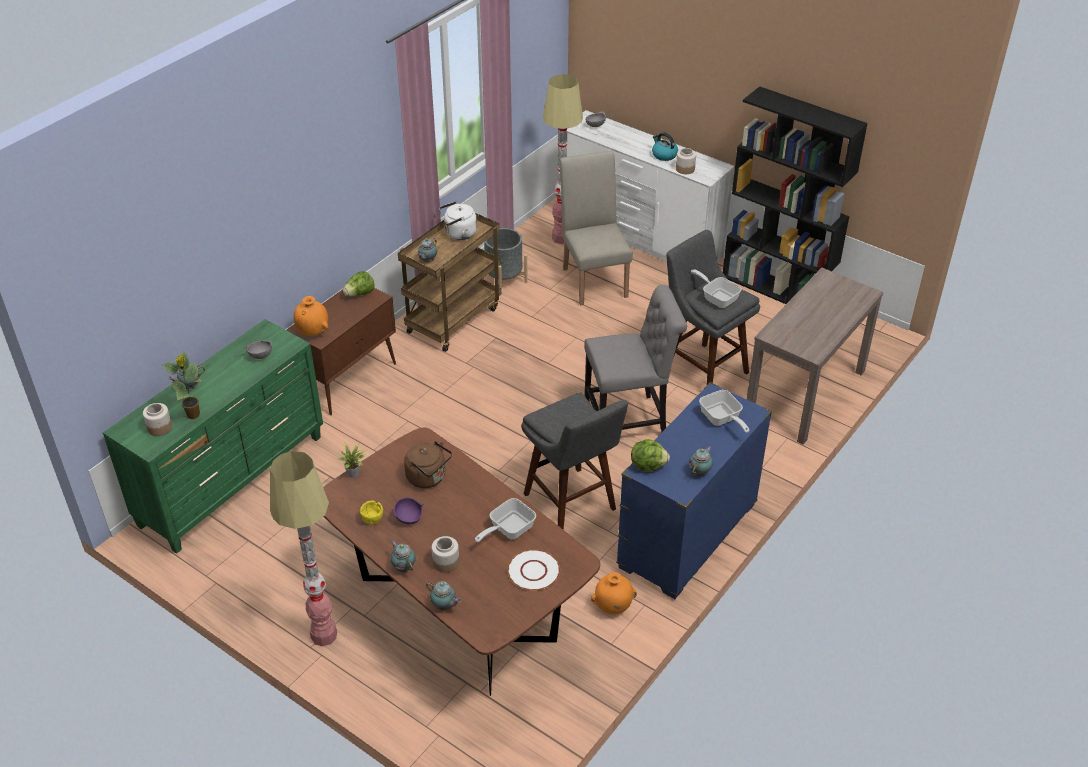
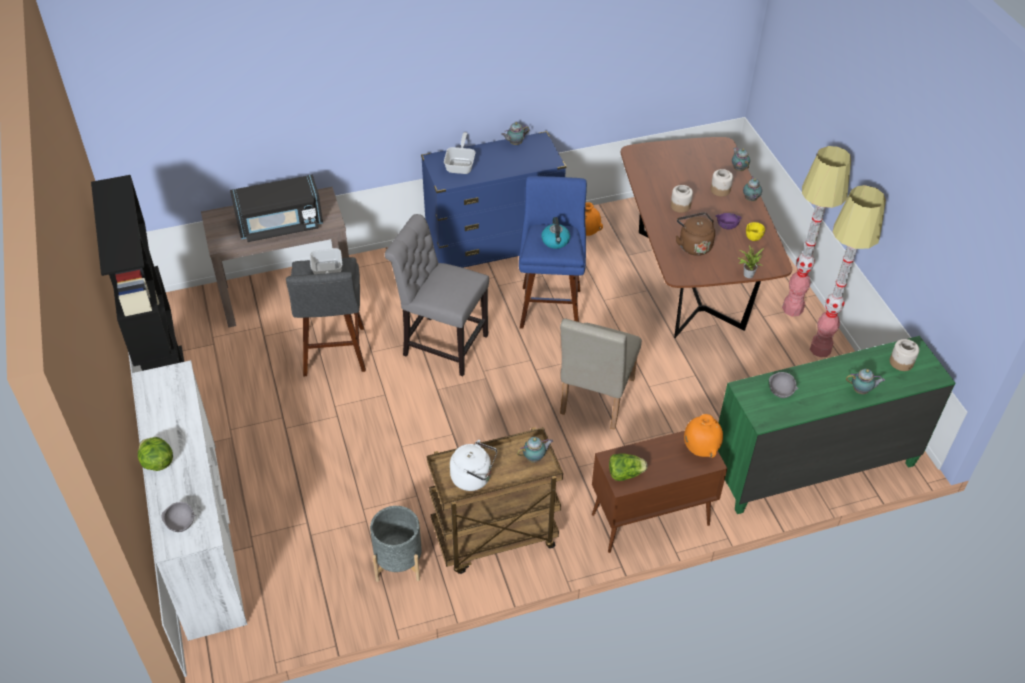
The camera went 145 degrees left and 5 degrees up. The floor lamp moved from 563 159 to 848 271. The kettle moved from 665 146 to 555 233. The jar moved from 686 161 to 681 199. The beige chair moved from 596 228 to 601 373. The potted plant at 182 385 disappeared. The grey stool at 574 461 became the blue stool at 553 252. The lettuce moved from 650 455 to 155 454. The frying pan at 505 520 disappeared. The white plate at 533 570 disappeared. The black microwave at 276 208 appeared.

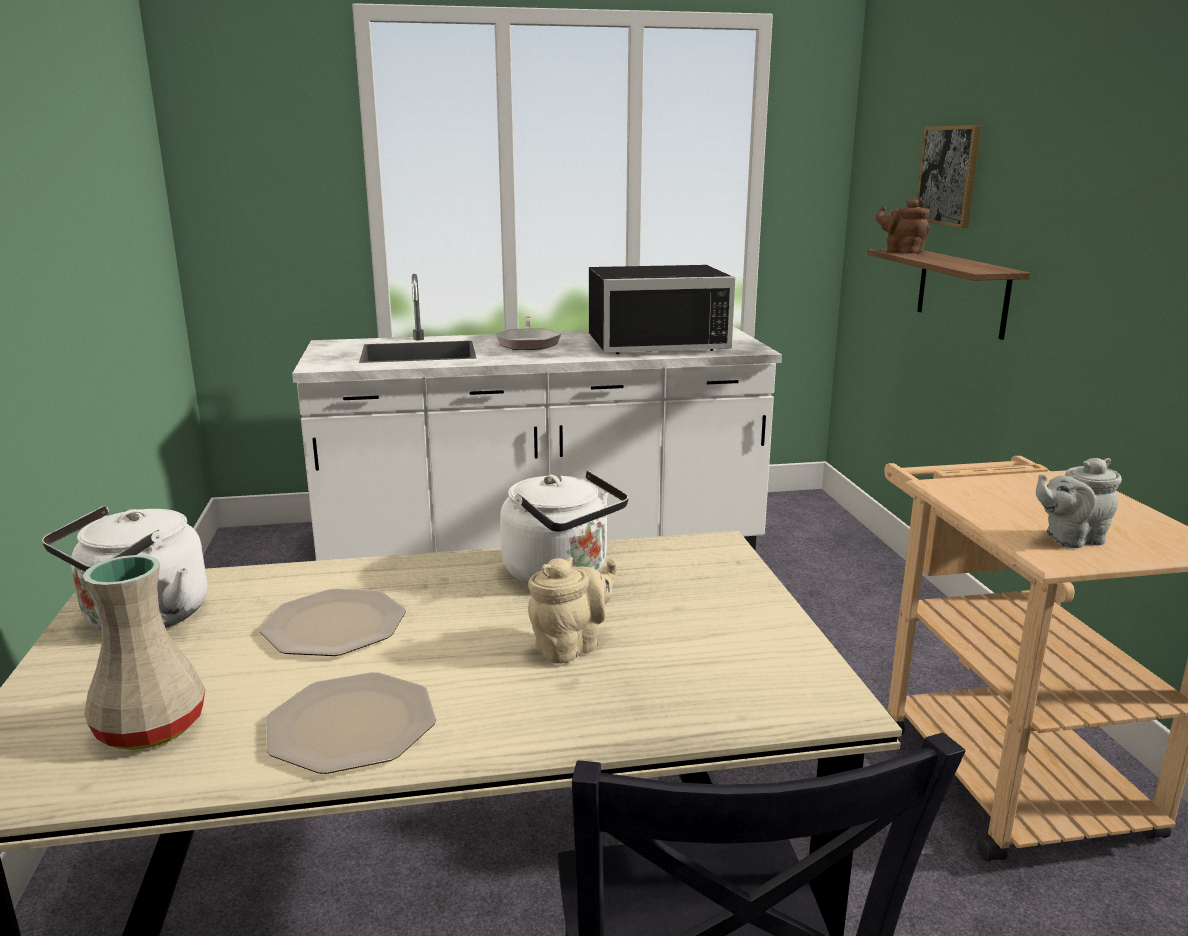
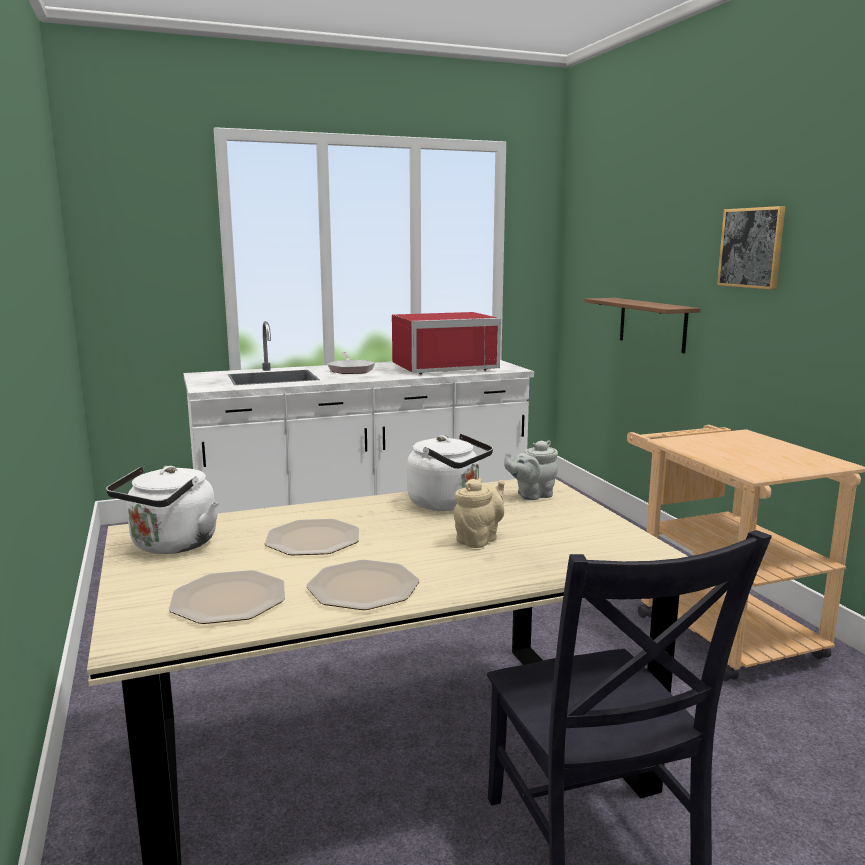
The camera went 10 degrees left and 5 degrees down. The picture moved from 948 176 to 751 248. The brown teapot at 903 226 disappeared. The black microwave at 662 309 became the red microwave at 446 343. The grey teapot moved from 1079 503 to 531 470. The beige vase at 144 652 was replaced by the plate at 227 597.

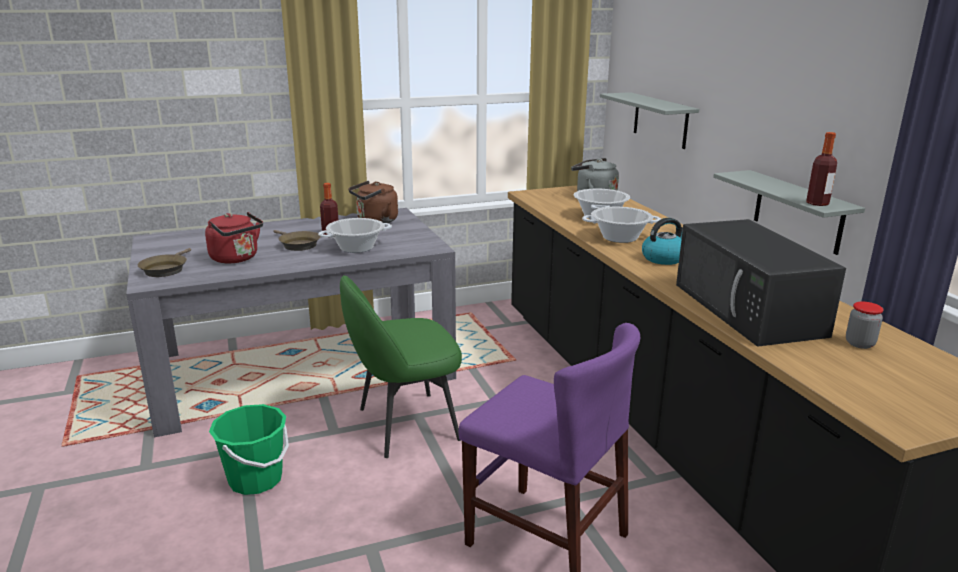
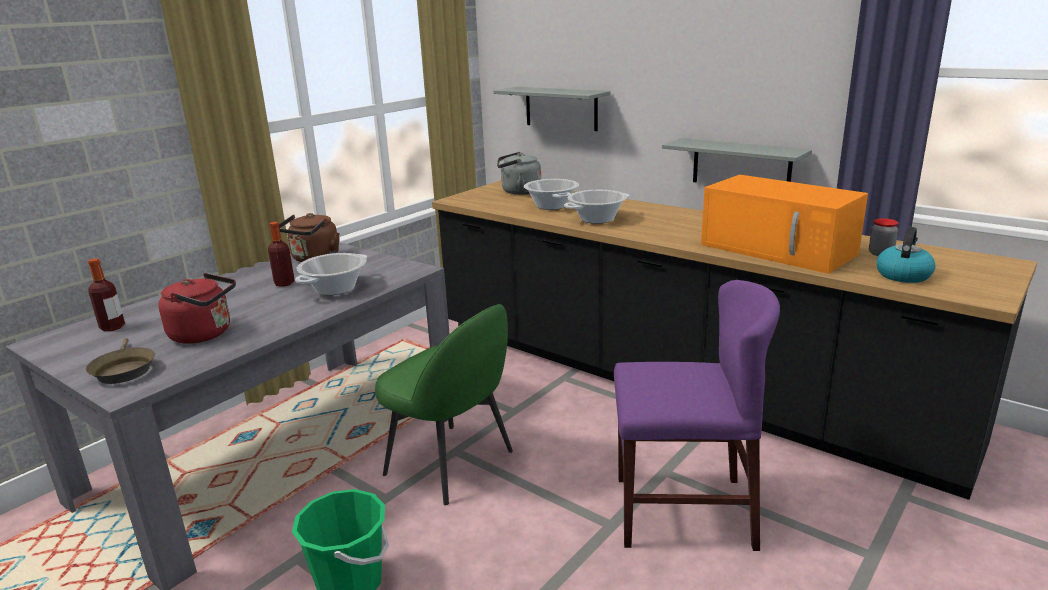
The camera went 30 degrees left and 0 degrees up. The bottle moved from 821 169 to 106 294. The kettle moved from 662 241 to 905 255. The black microwave at 761 283 became the orange microwave at 784 224. The brown frying pan at 297 240 disappeared. The green chair at 401 366 turned 90 degrees counterclockwise.

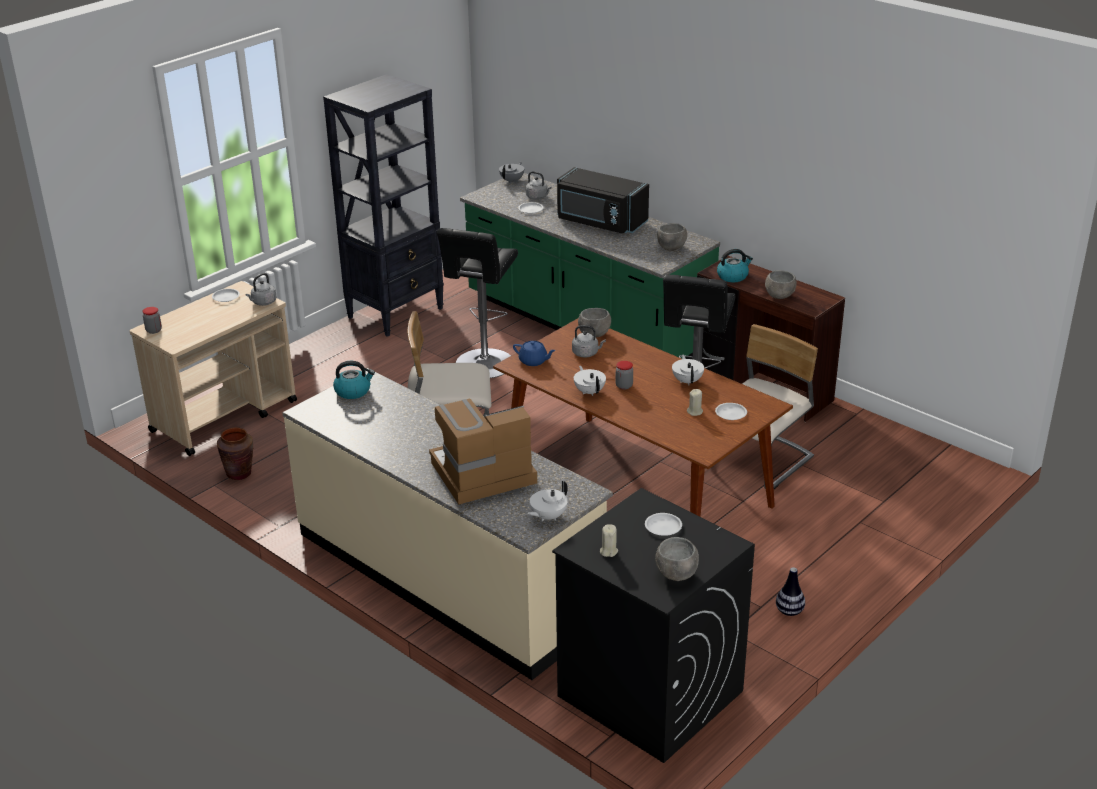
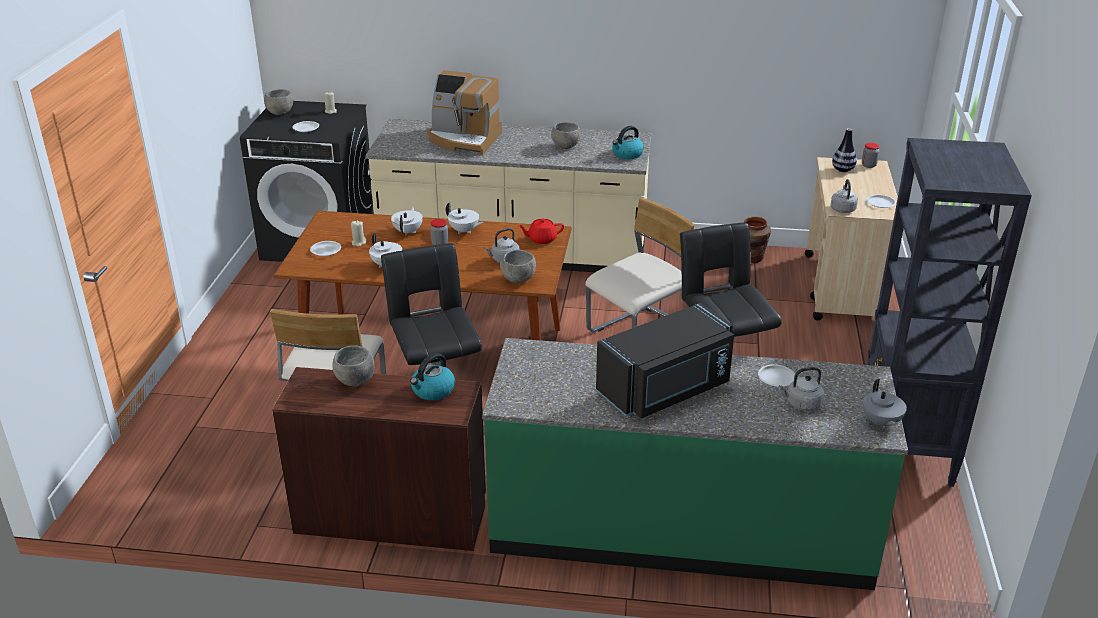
The camera went 145 degrees right and 0 degrees up. The black microwave at 603 200 turned 150 degrees clockwise. The grey bowl moved from 672 237 to 566 135. The blue teapot at 534 353 became the red teapot at 541 231. The coffee machine at 483 452 turned 75 degrees clockwise. The white teapot moved from 547 501 to 407 221. The vase moved from 790 591 to 844 150.

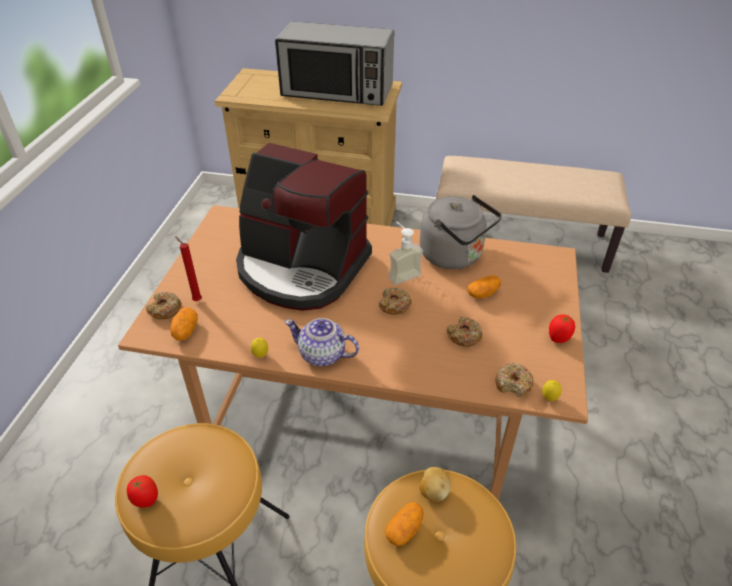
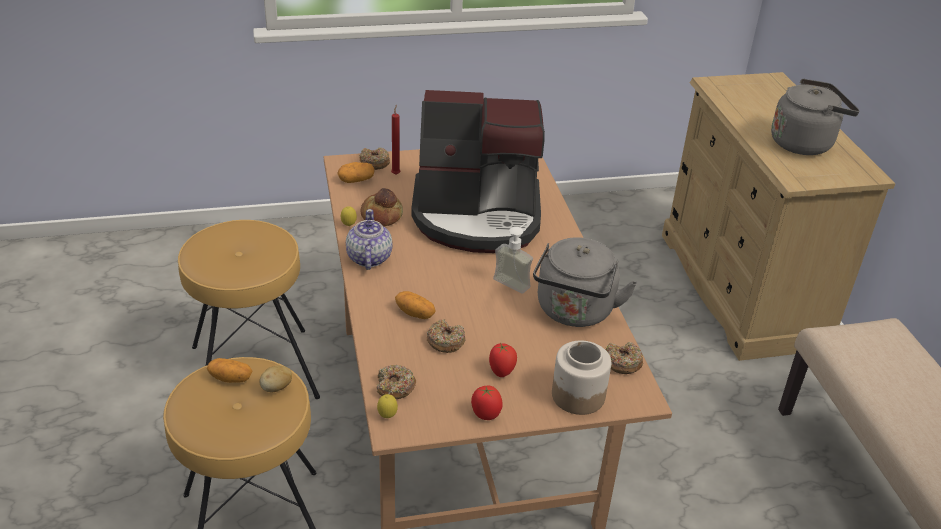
The camera went 65 degrees right and 5 degrees down. The microwave at 334 64 was replaced by the grey kettle at 815 117. The coffee machine at 304 227 turned 90 degrees counterclockwise. The potato moved from 484 287 to 415 305. The donut moved from 395 301 to 624 358. The tomato moved from 142 491 to 503 360. The bread at 382 207 appeared. The jar at 581 377 appeared.

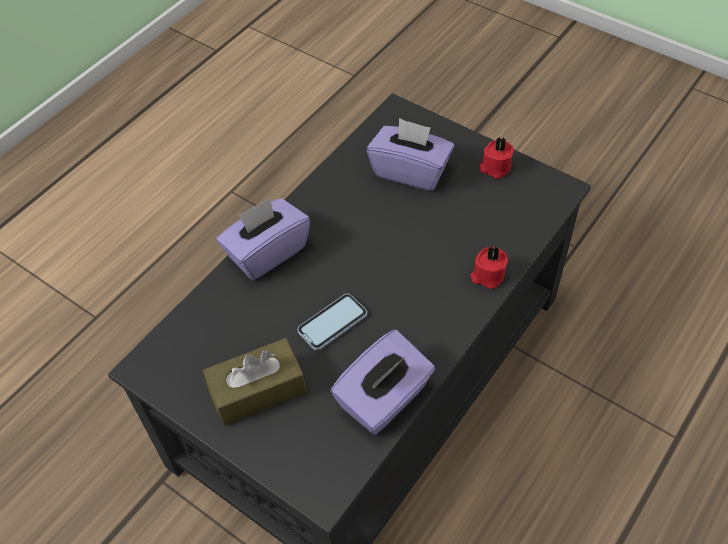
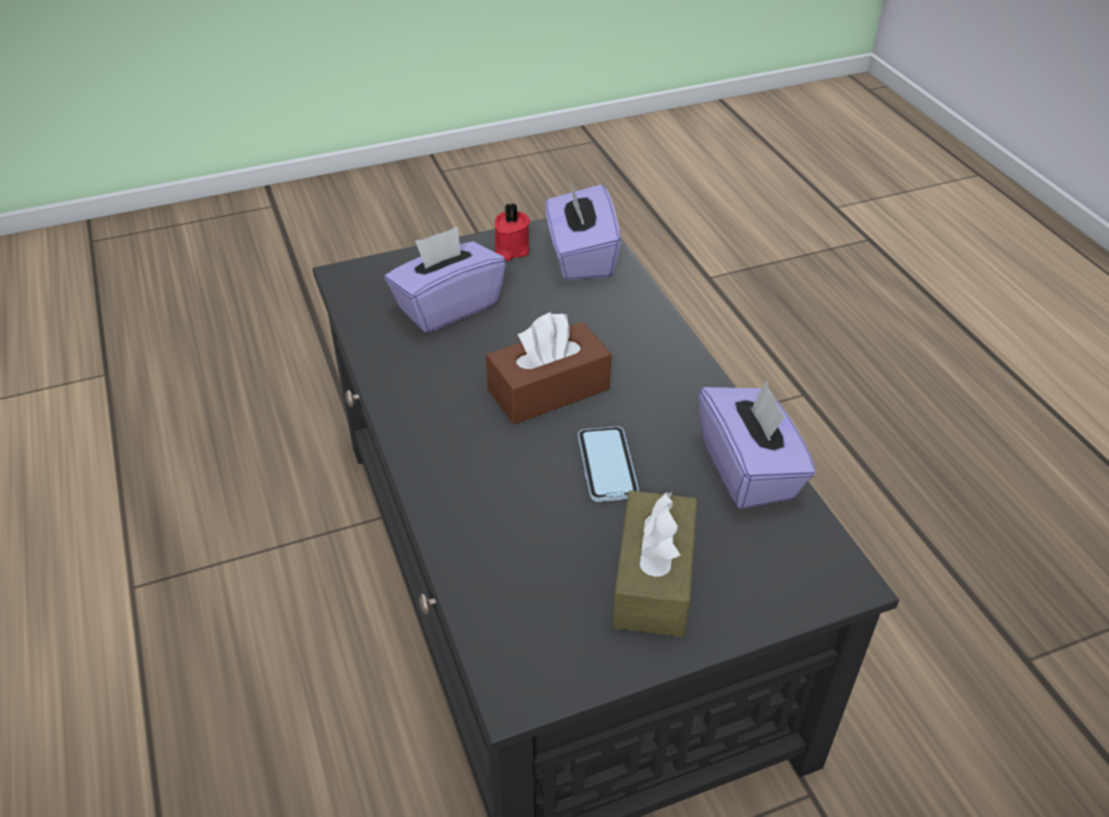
The camera went 60 degrees left and 10 degrees down. The purple tissue box moved from 263 238 to 583 230. The red candle at 489 267 disappeared. The brown tissue box at 549 368 appeared.

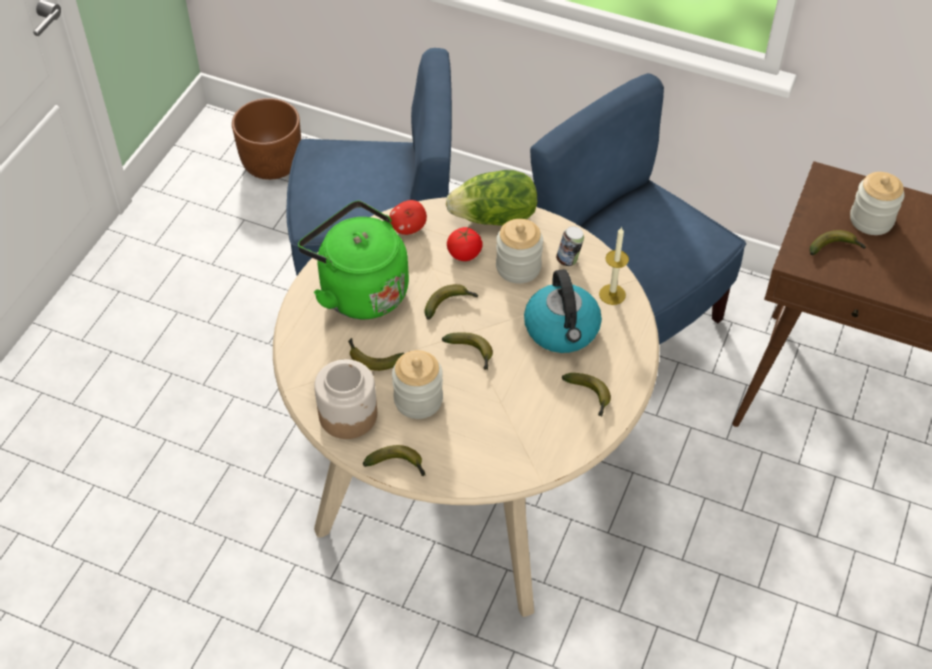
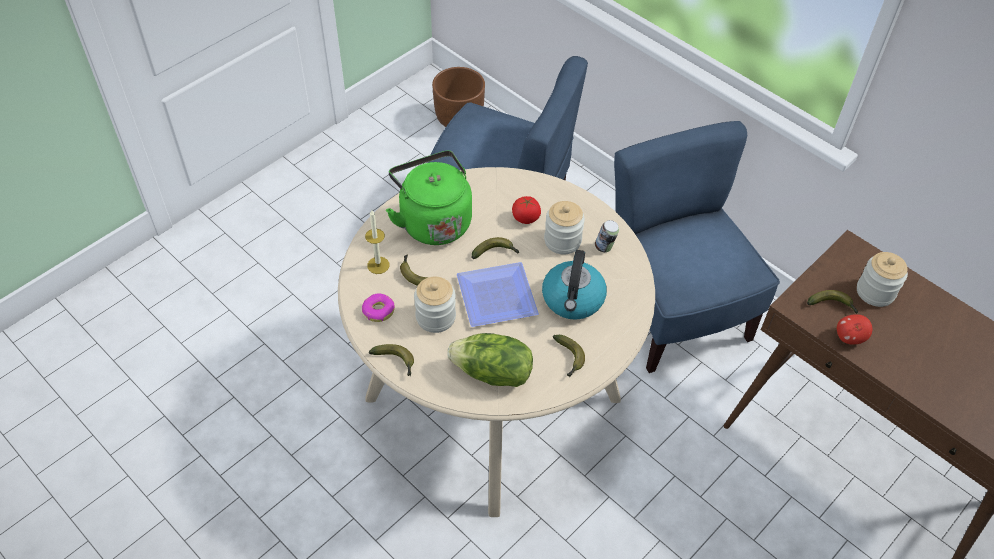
The camera went 20 degrees right and 0 degrees up. The lettuce moved from 491 198 to 490 360. The apple moved from 408 217 to 854 329. The candle moved from 614 265 to 377 242. The banana at 467 351 was replaced by the plate at 498 294. The jar at 345 399 was replaced by the donut at 378 307.

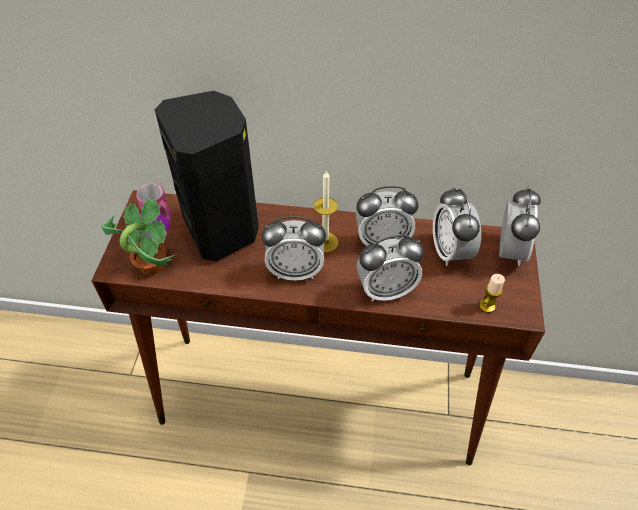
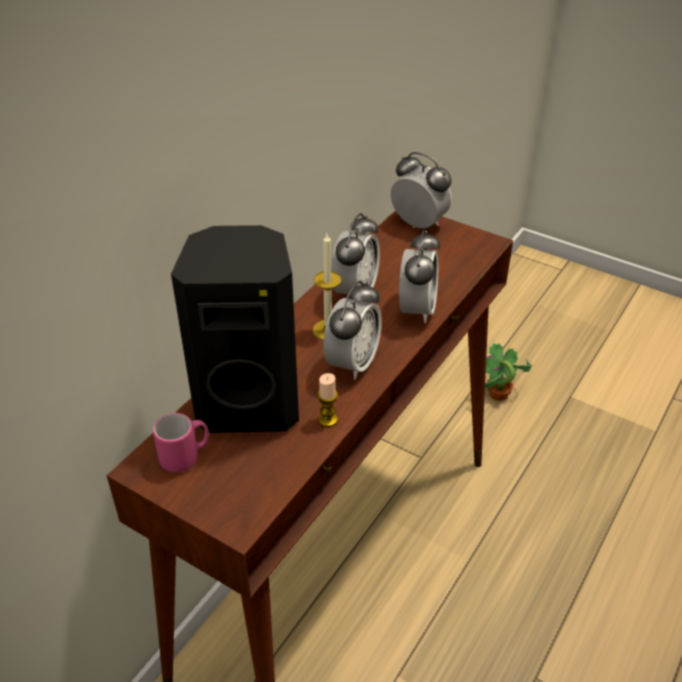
The camera went 65 degrees left and 10 degrees down. The alarm clock at 457 226 disappeared. The potted plant moved from 138 236 to 508 372. The candle moved from 492 293 to 327 400.

